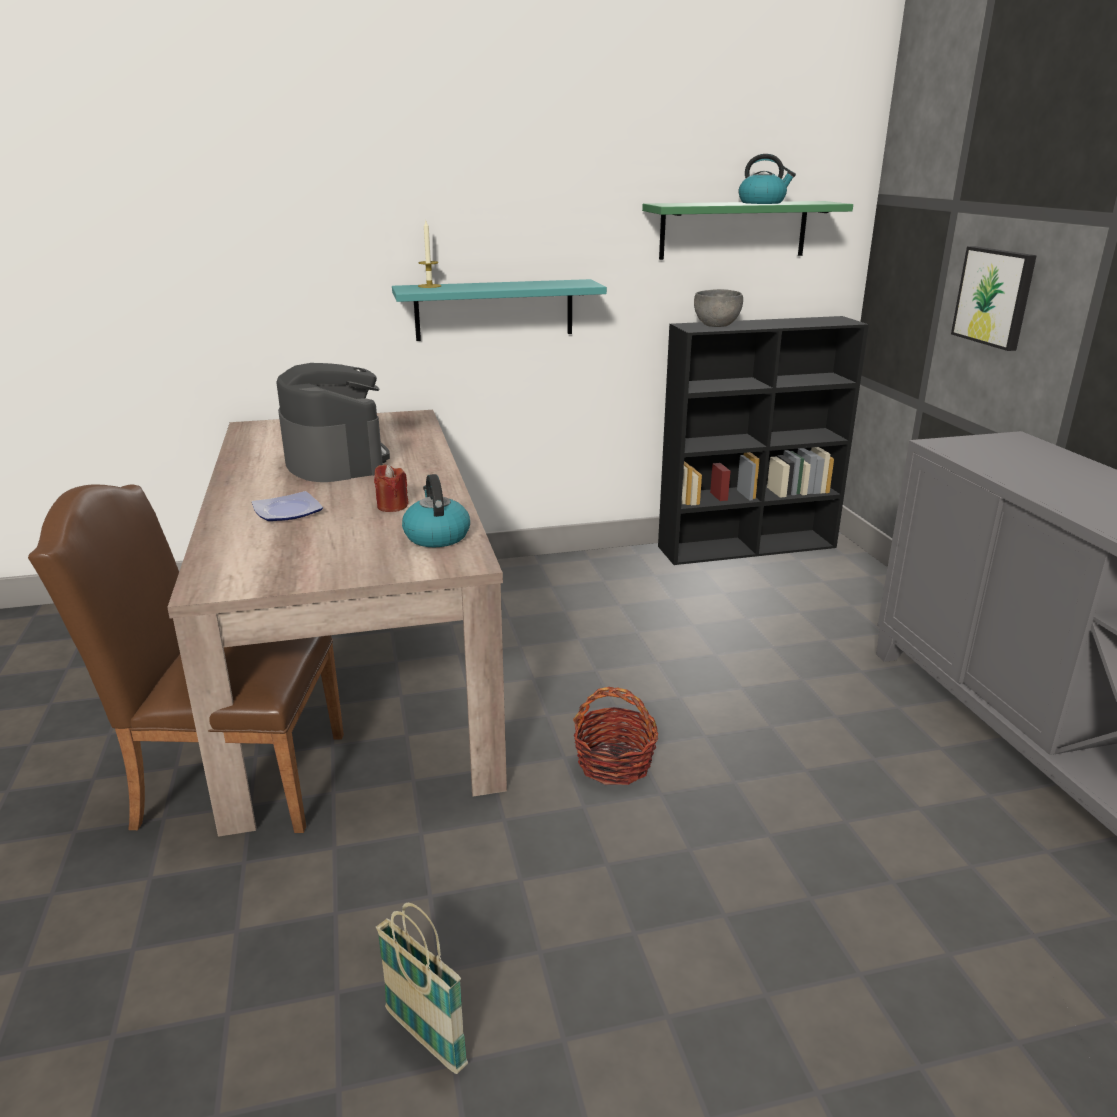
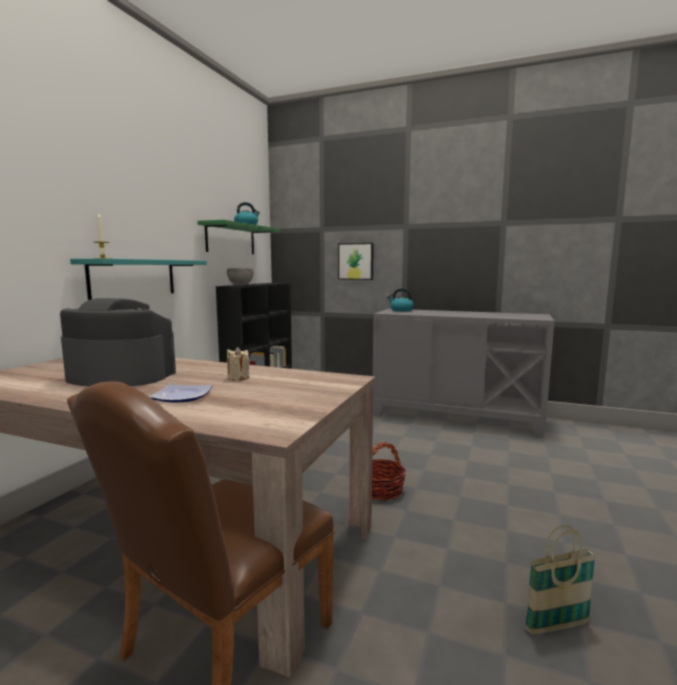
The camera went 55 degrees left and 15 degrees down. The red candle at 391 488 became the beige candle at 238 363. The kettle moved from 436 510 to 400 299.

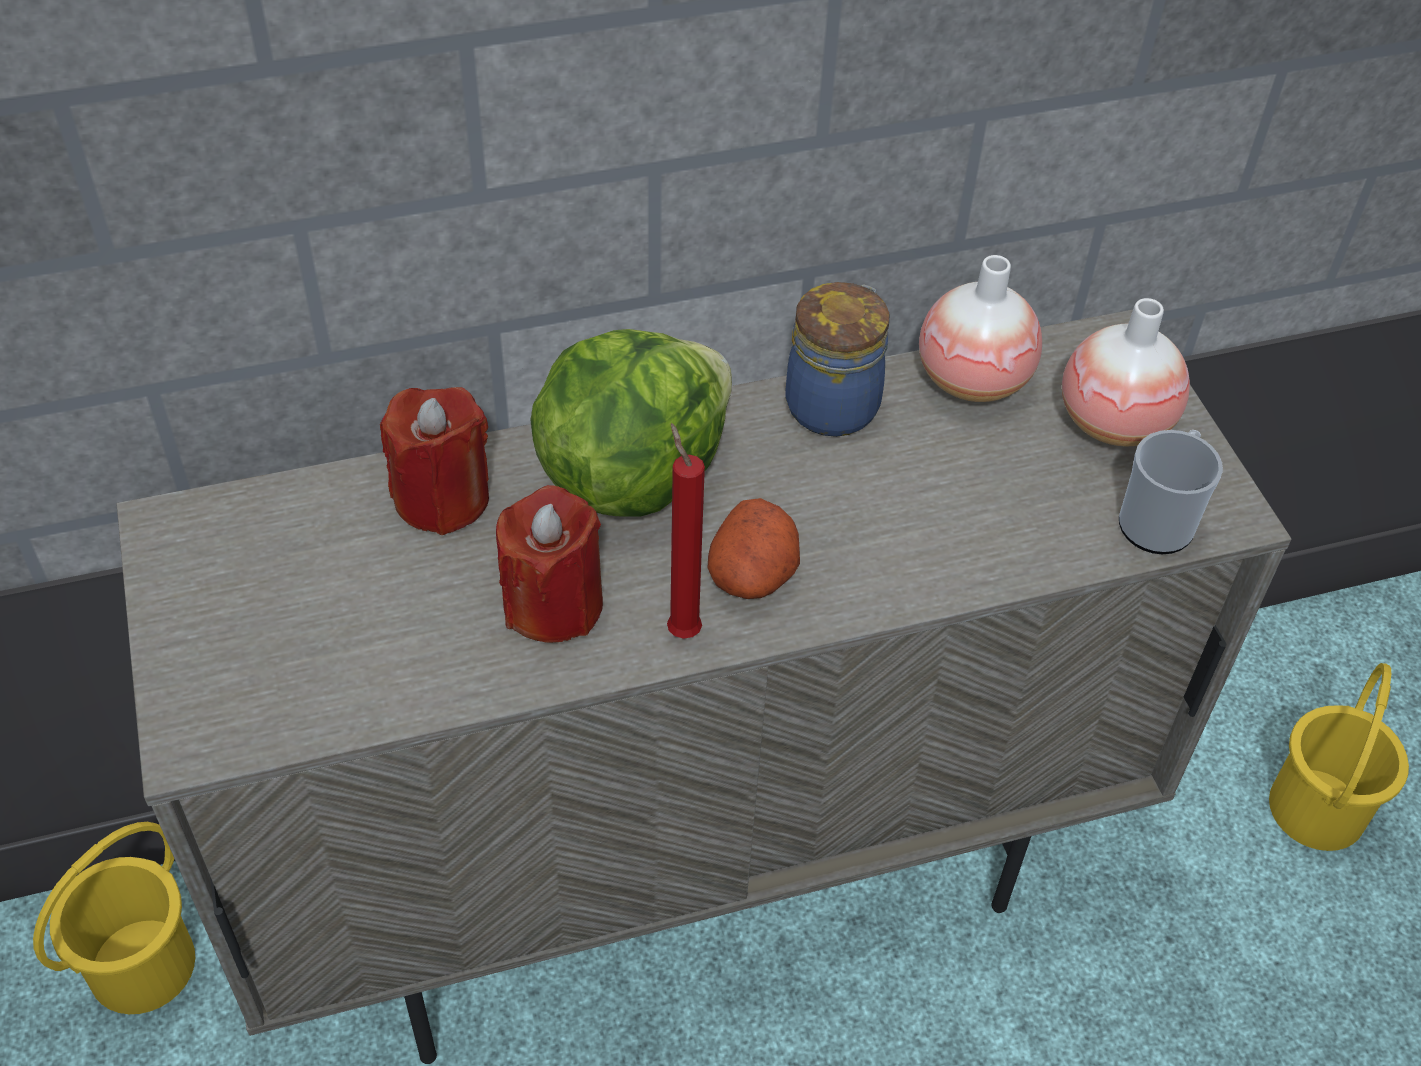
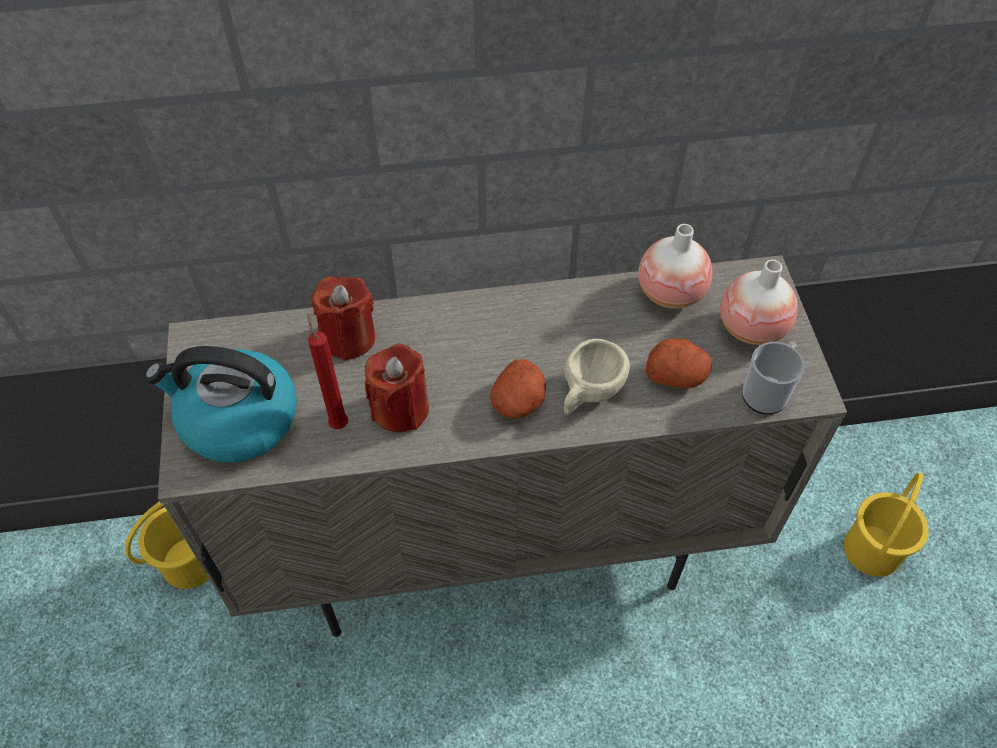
The camera went 10 degrees right and 5 degrees up. The jar at 837 359 disappeared. The lettuce at 631 423 disappeared. The red candle moved from 686 531 to 328 371. The potato at 679 363 appeared. The beige cup at 597 376 appeared. The kettle at 221 404 appeared.

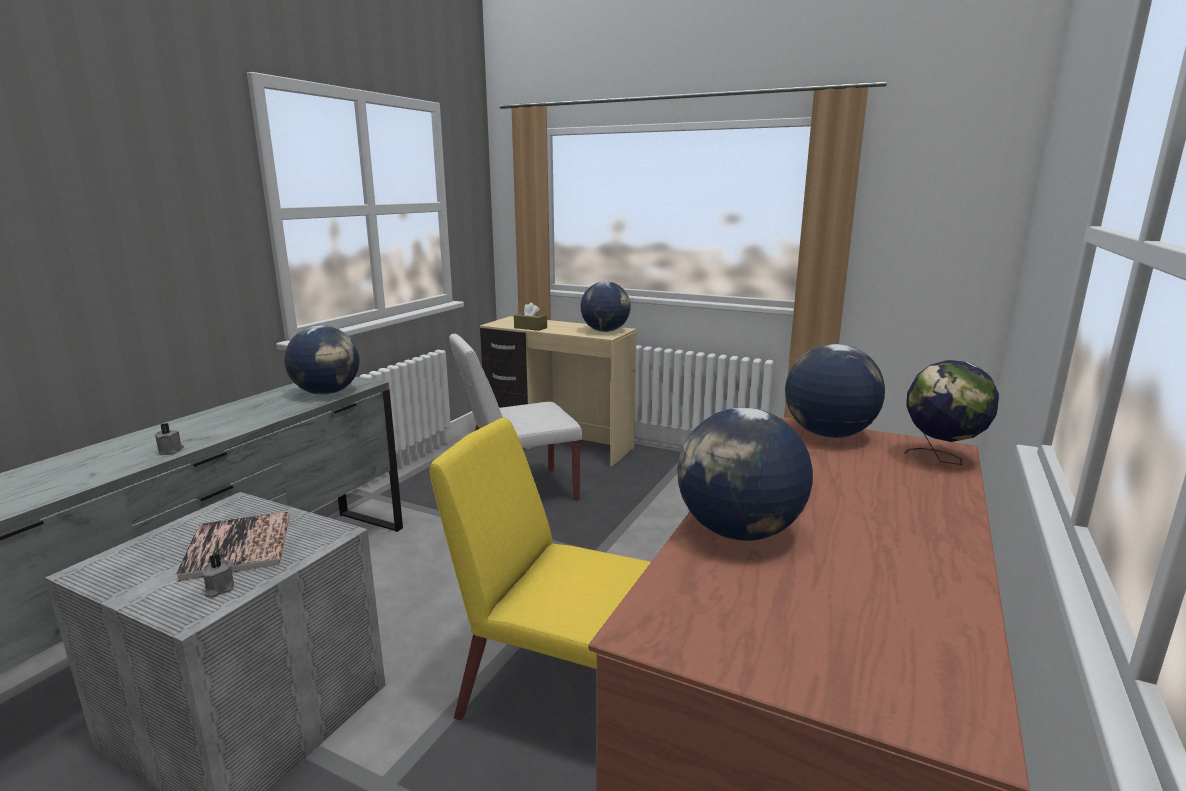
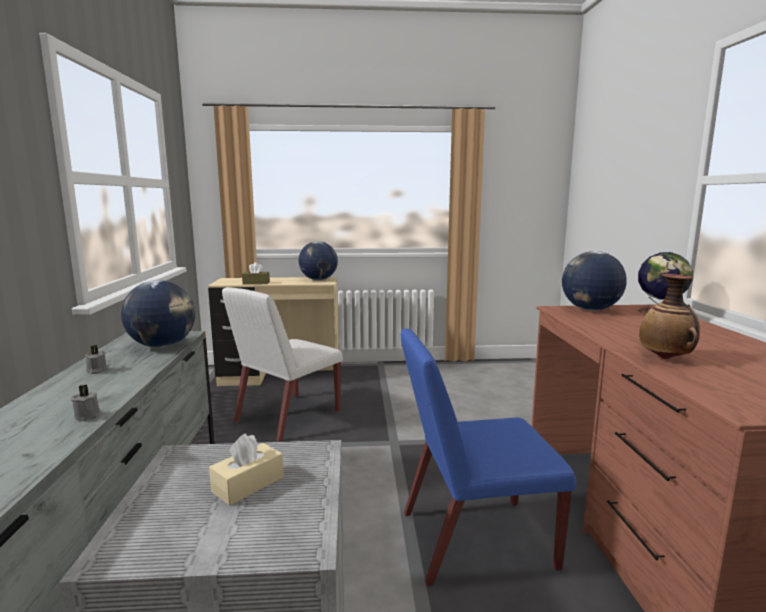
The camera went 30 degrees left and 5 degrees down. The globe at 745 474 was replaced by the vase at 669 316. The yellow chair at 540 569 became the blue chair at 488 457. The book at 232 547 was replaced by the beige tissue box at 246 469. The grey candle moved from 218 576 to 96 359.

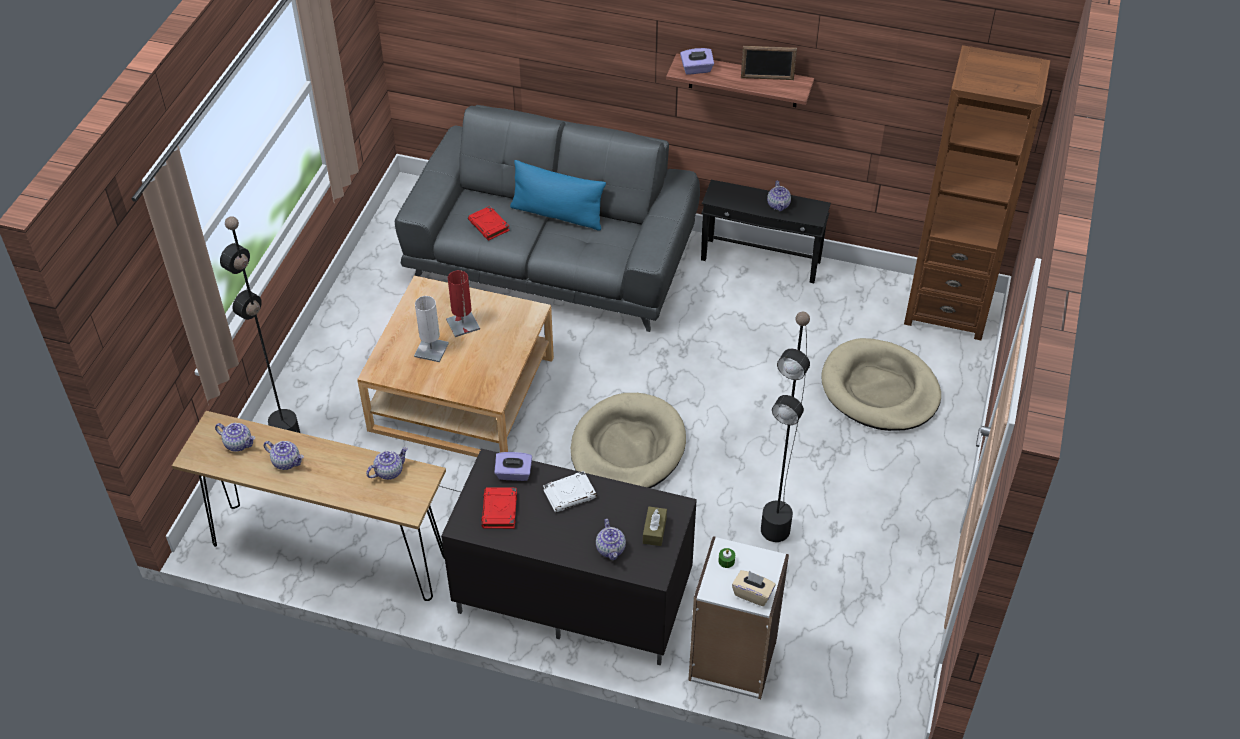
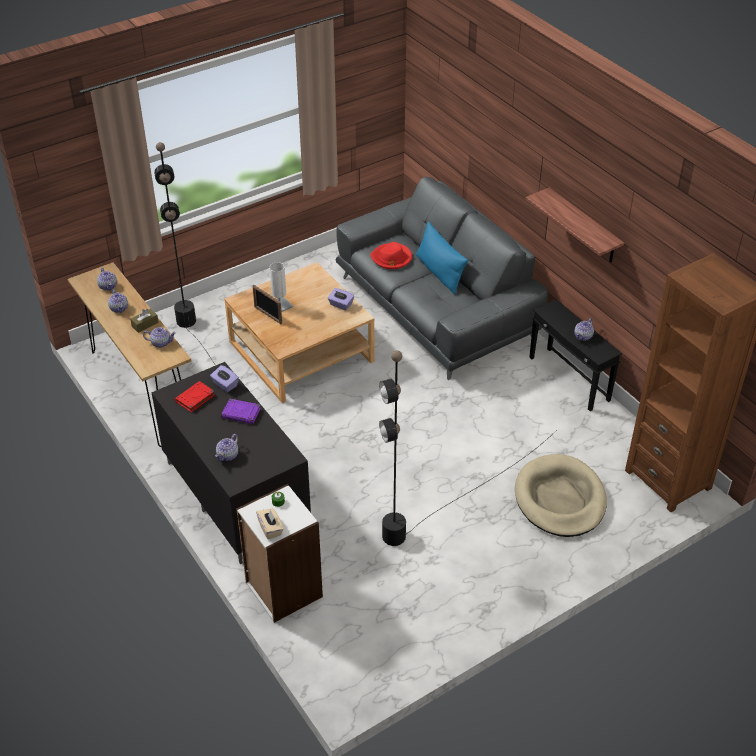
The camera went 40 degrees right and 5 degrees down. The picture frame moved from 769 63 to 267 304. The purple tissue box moved from 697 61 to 341 299. The red book at 489 223 was replaced by the red hat at 391 255. The red table lamp at 463 303 disappeared. The beige dog bed at 628 440 disappeared. The white book at 570 492 became the purple book at 241 411. The brown tissue box moved from 655 526 to 144 321.

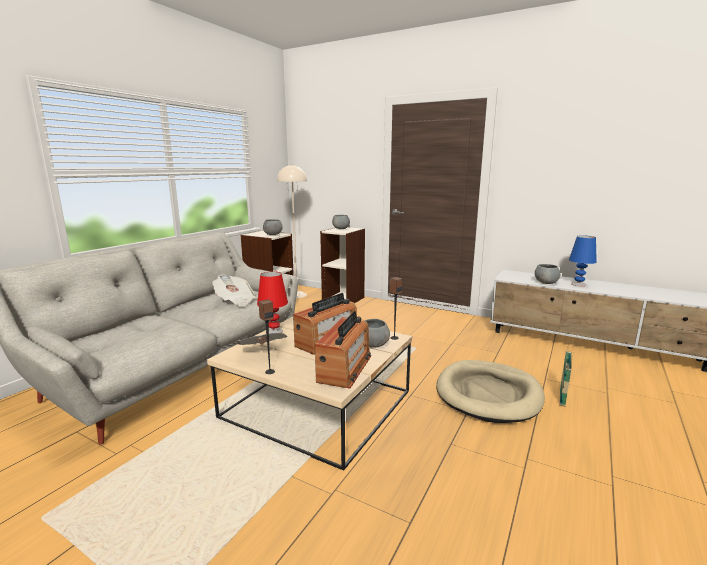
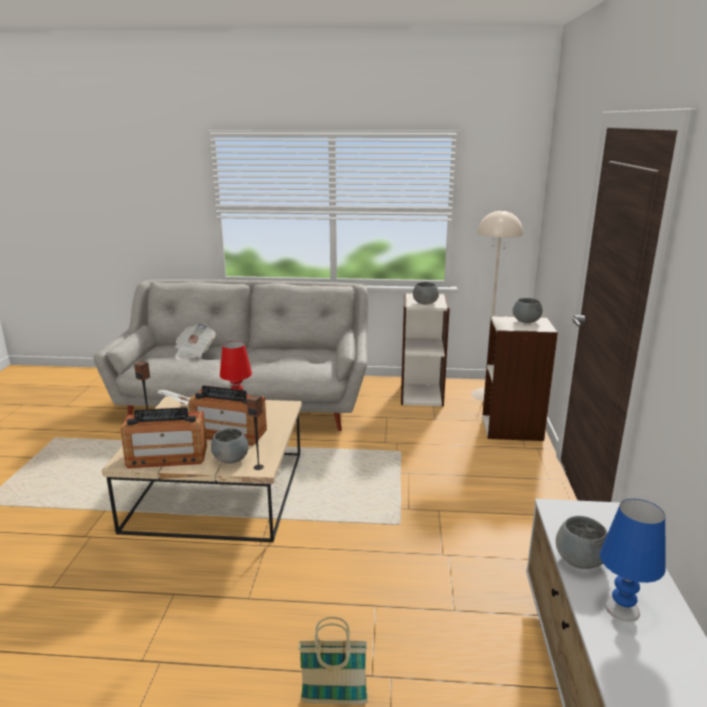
The camera went 65 degrees right and 5 degrees up. The newspaper moved from 234 291 to 195 341. The beige dog bed at 490 391 disappeared.

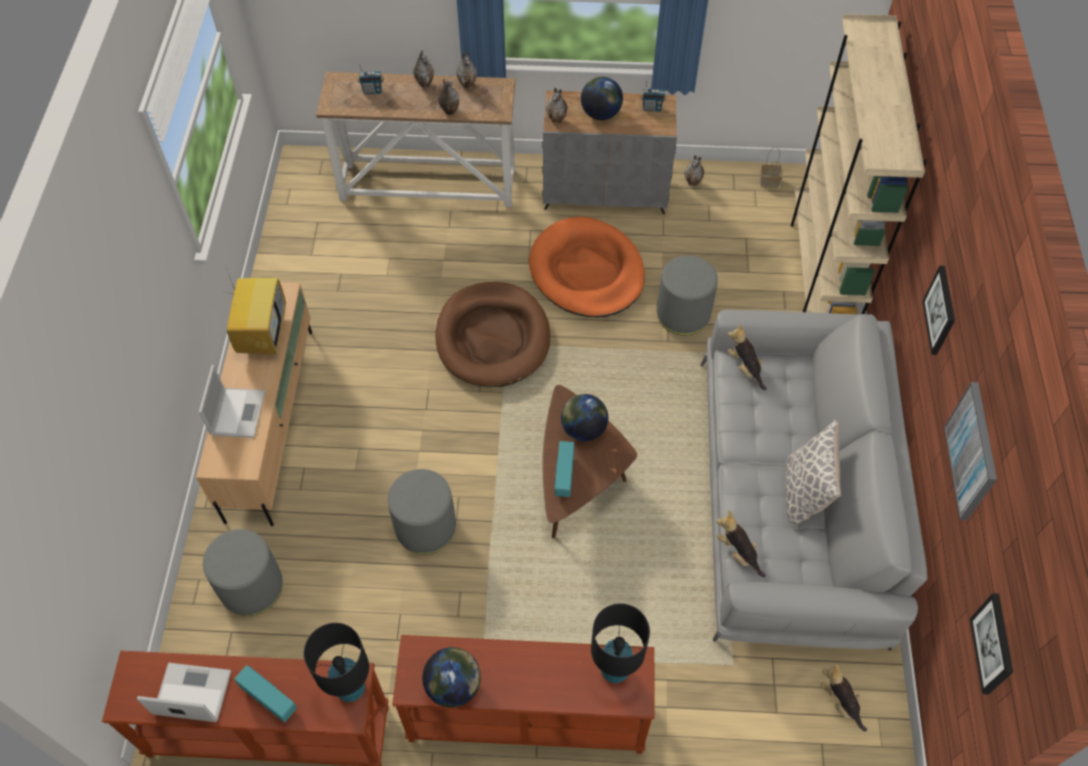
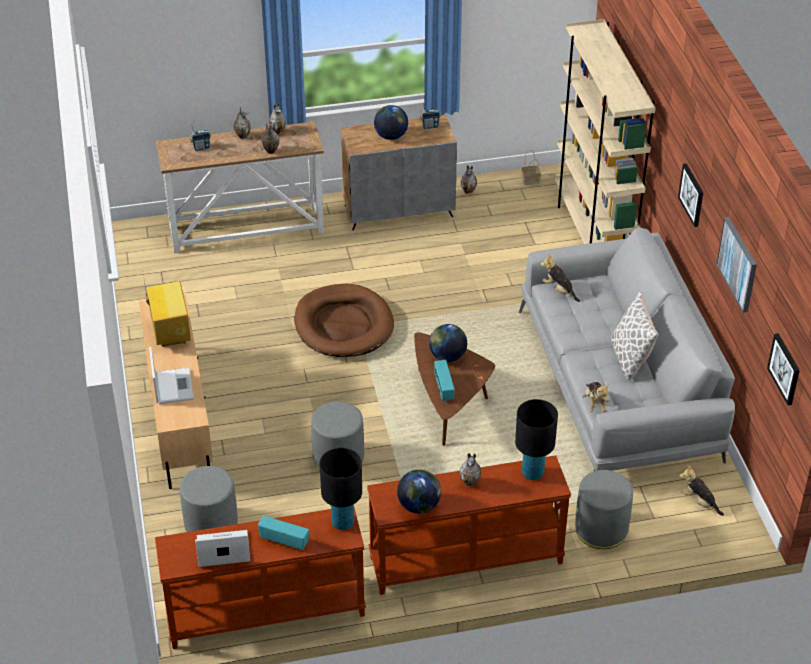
The camera went 15 degrees left and 15 degrees down. The vase moved from 556 105 to 470 470. The orange dog bed at 587 267 disappeared. The grey ottoman moved from 687 296 to 604 509. The plush toy at 741 544 turned 135 degrees counterclockwise.

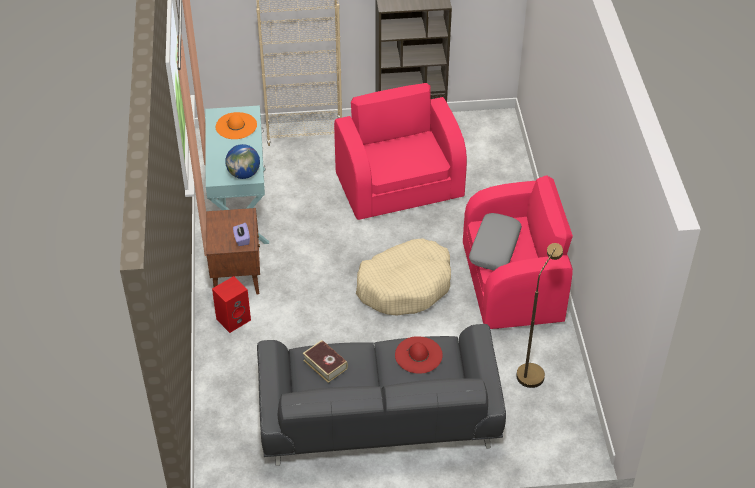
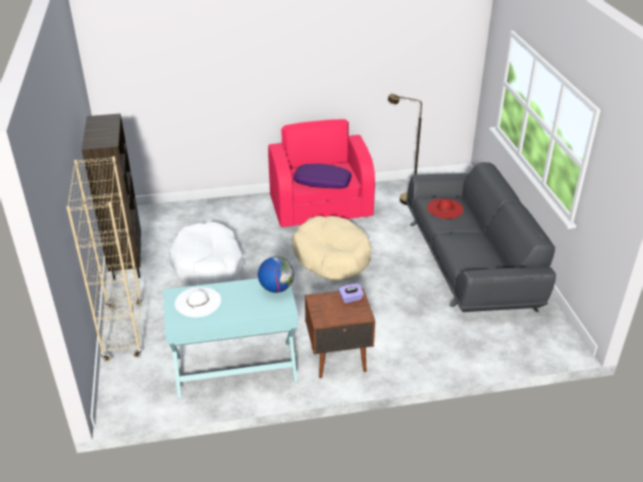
The camera went 95 degrees left and 10 degrees down. The pink armchair at 400 151 was replaced by the white dog bed at 207 254. The orange hat at 236 125 became the white hat at 198 302. The grey pillow at 495 242 became the purple pillow at 323 176. The red speaker at 231 304 disappeared. The book at 325 361 disappeared.

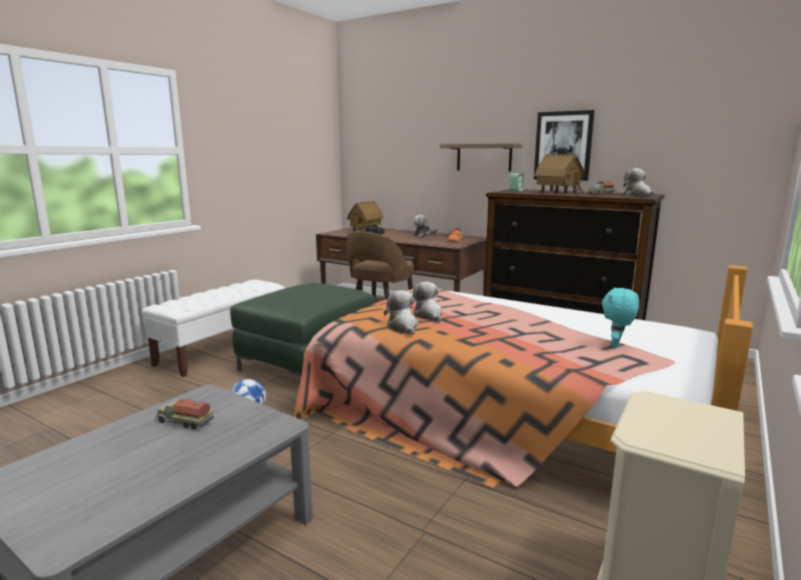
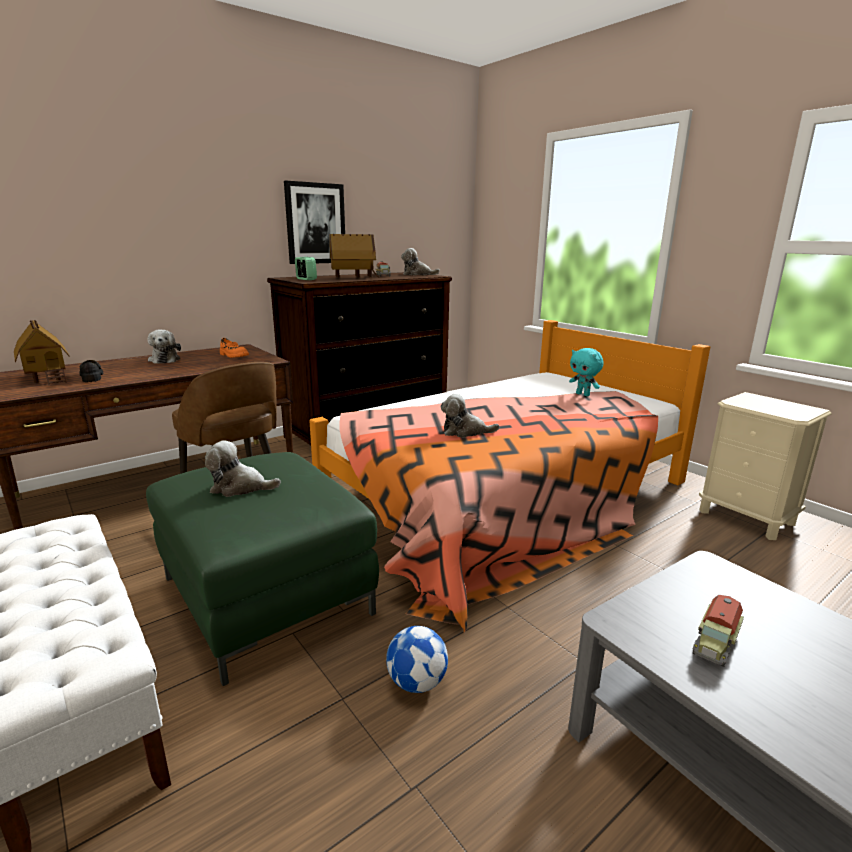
The camera went 70 degrees left and 5 degrees up. The shelf at 481 157 disappeared. The plush toy moved from 401 312 to 243 469.

